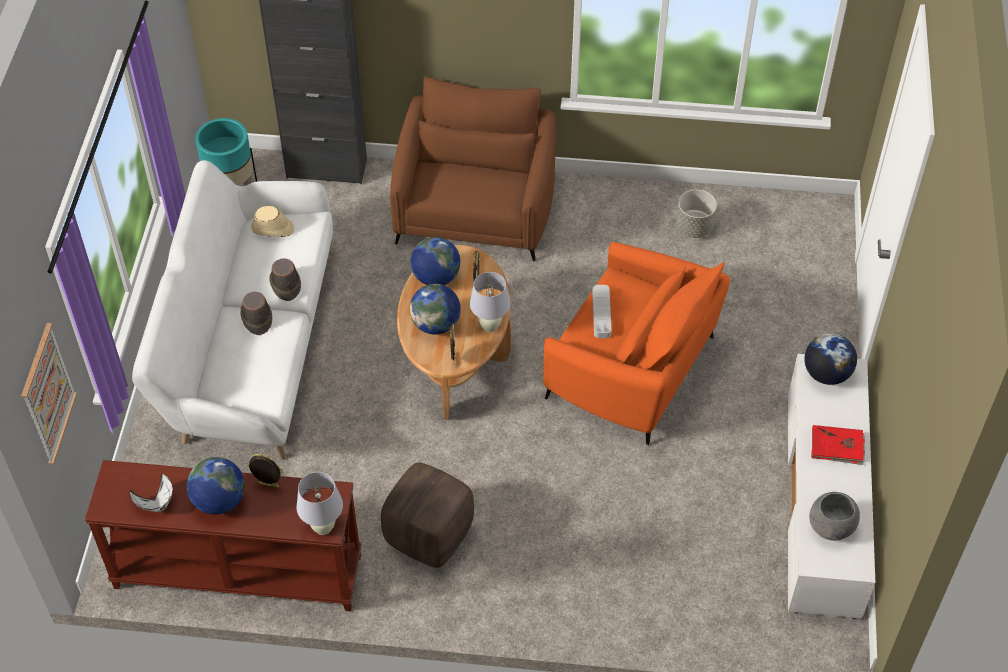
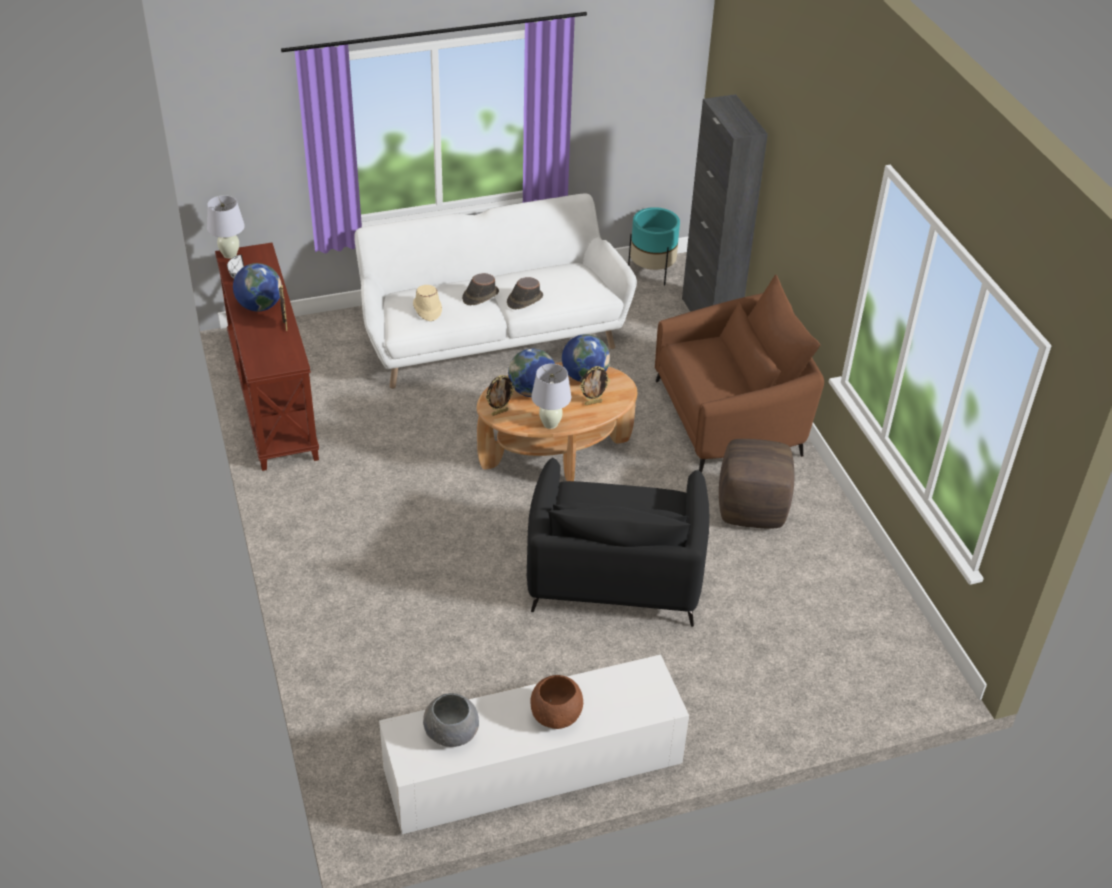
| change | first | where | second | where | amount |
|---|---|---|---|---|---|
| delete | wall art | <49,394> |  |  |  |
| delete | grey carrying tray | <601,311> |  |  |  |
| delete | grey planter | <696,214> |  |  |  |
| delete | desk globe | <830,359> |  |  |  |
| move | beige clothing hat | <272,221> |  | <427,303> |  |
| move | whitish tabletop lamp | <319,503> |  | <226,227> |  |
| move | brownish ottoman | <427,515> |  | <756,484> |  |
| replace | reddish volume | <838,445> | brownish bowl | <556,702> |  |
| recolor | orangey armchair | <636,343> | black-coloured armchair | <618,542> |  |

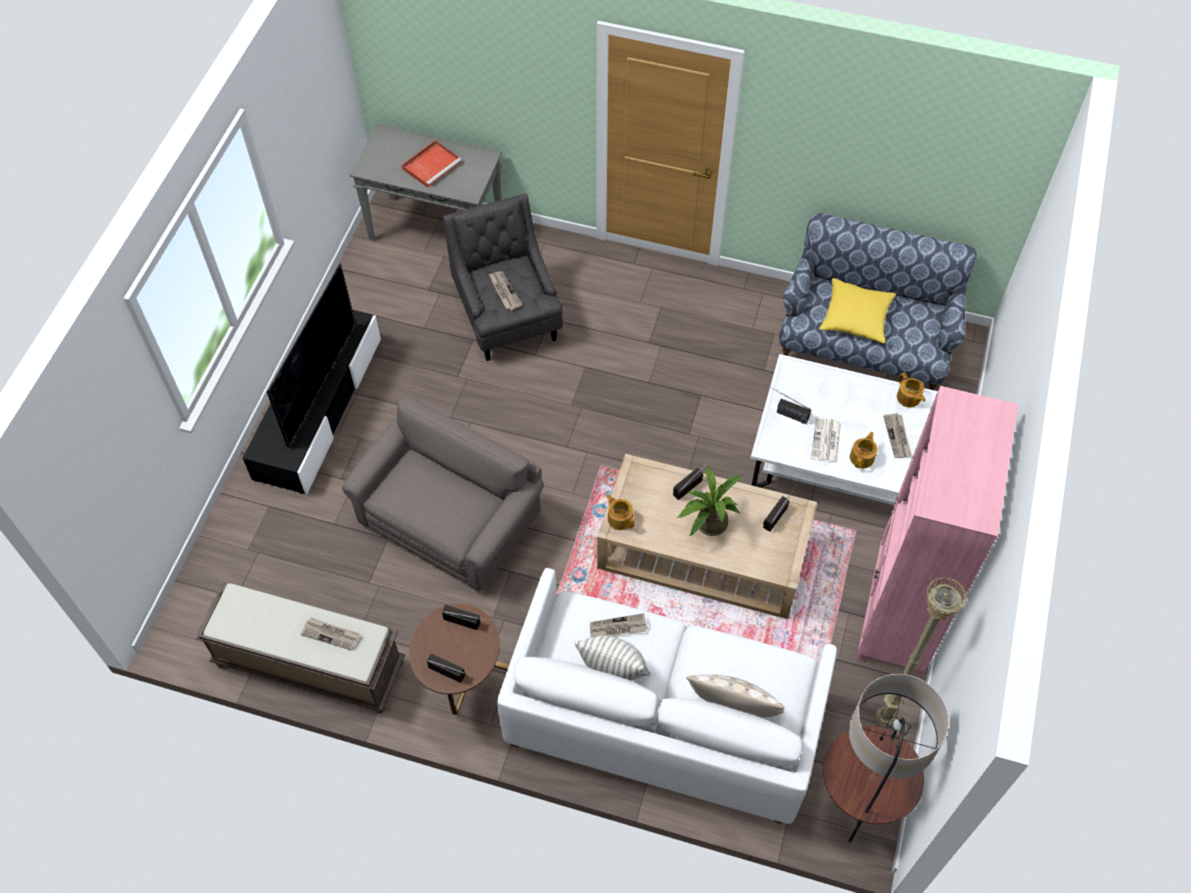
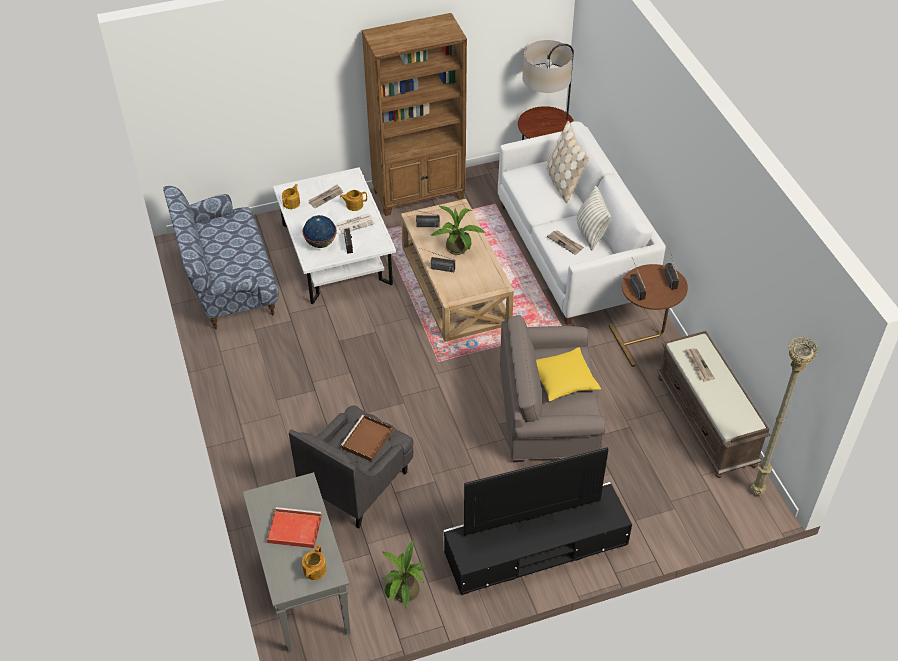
| change | first | where | second | where | amount |
|---|---|---|---|---|---|
| insert |  |  | desk globe | <320,231> |  |
| insert |  |  | plant in a pot | <404,574> |  |
| move | teapot | <620,512> |  | <314,562> |  |
| move | yellowish cushion | <857,310> |  | <568,374> |  |
| move | beige standard lamp | <921,652> |  | <784,416> |  |
| replace | newspaper | <505,290> | brownish carrying tray | <366,438> |  |
| recolor | pink-coloured shelving unit | <937,531> | brownish shelving unit | <414,114> |  |

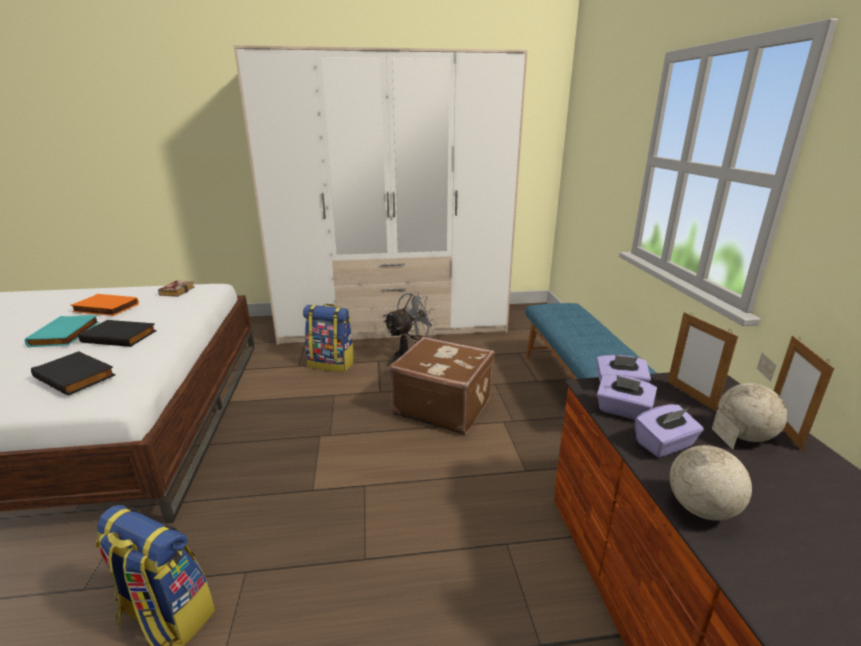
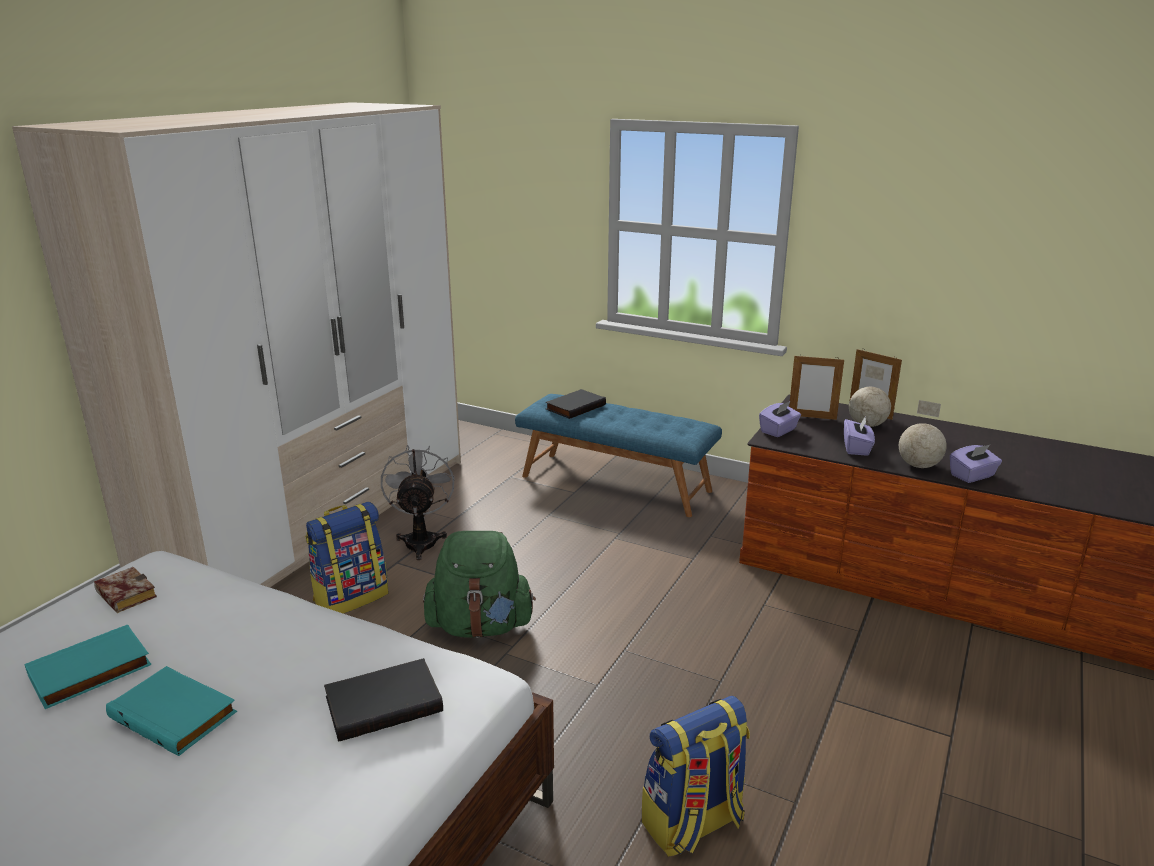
| change | first | where | second | where | amount |
|---|---|---|---|---|---|
| delete | brownish piece of luggage | <442,386> |  |  |  |
| insert |  |  | greenish knapsack | <479,584> |  |
| move | black-coloured volume | <117,333> |  | <576,404> |  |
| move | purple box of tissues | <627,397> |  | <976,464> |  |
| recolor | orangey volume | <104,305> | turquoise-coloured volume | <87,667> |  |

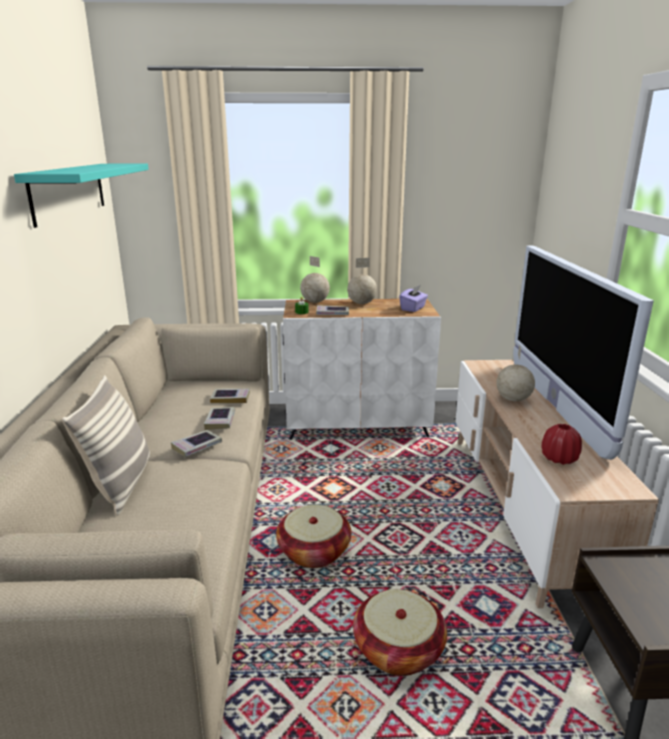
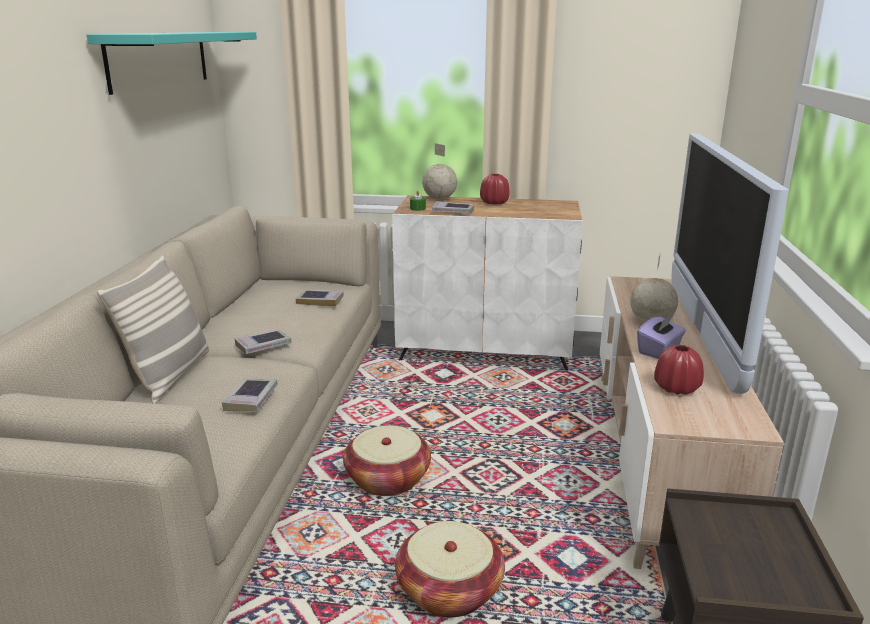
| change | first | where | second | where | amount |
|---|---|---|---|---|---|
| move | volume | <219,418> |  | <250,395> |  |
| move | purple box of tissues | <413,298> |  | <661,337> |  |
| replace | desk globe | <362,281> | reddish decorative vase | <495,189> |  |

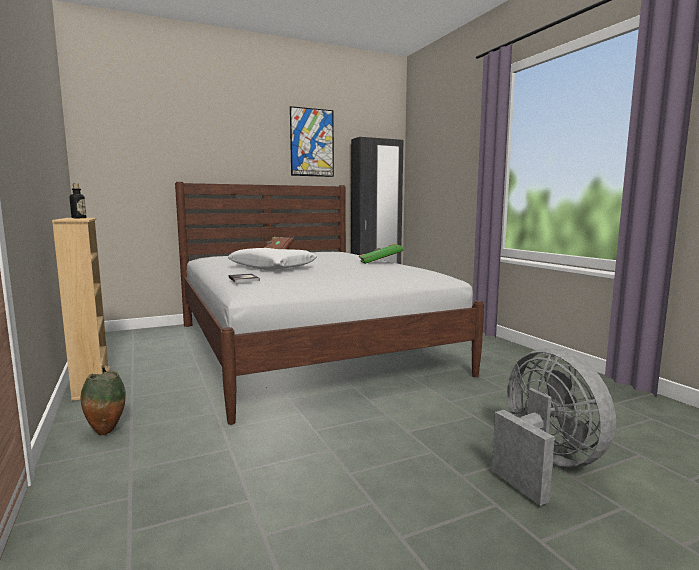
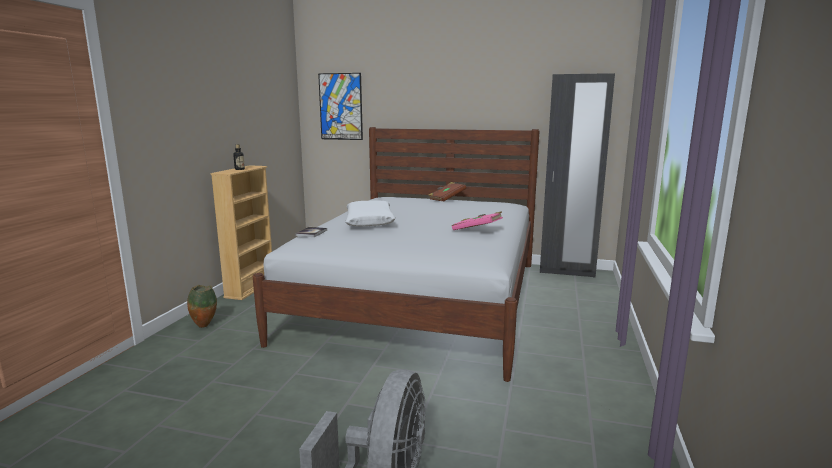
| change | first | where | second | where | amount |
|---|---|---|---|---|---|
| move | wall art | <312,141> |  | <340,106> |  |
| recolor | greenish volume | <381,253> | pink-coloured volume | <477,220> |  |

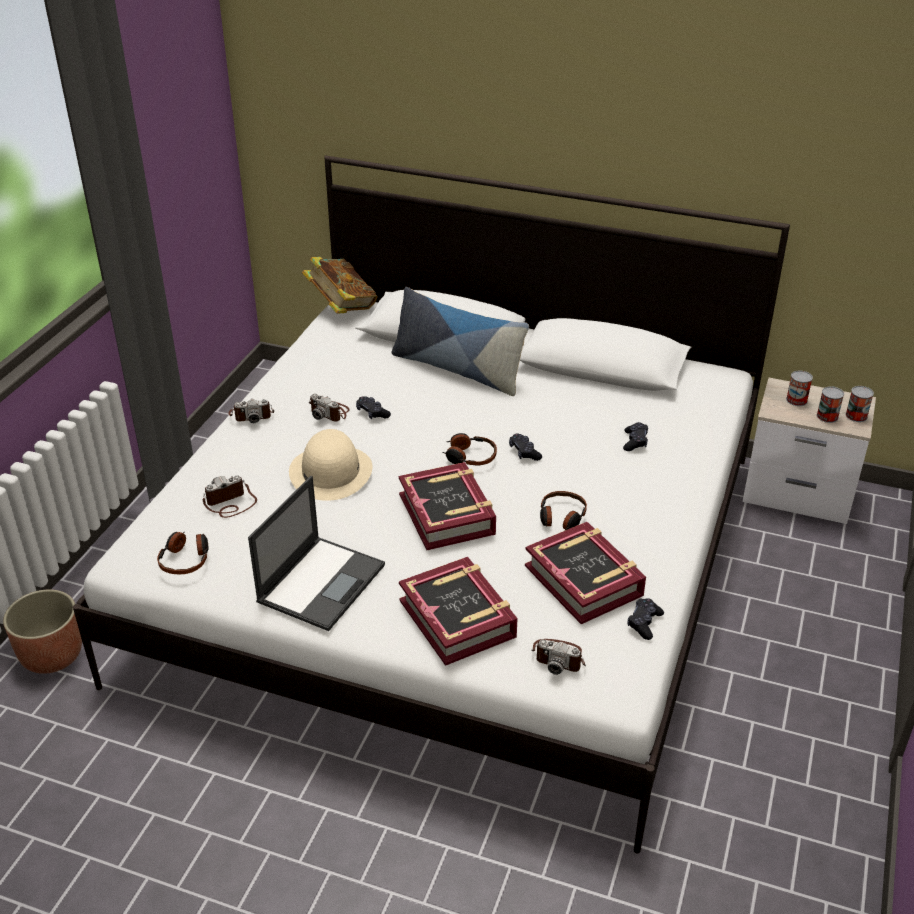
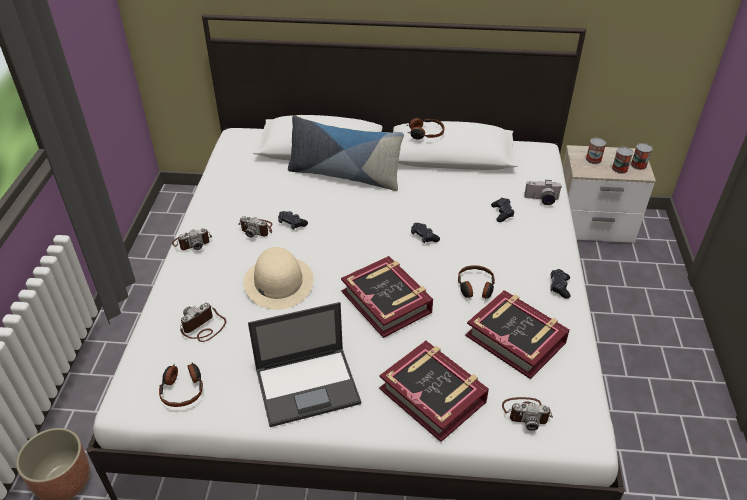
| change | first | where | second | where | amount |
|---|---|---|---|---|---|
| delete | volume | <340,285> |  |  |  |
| insert |  |  | photo camera | <543,192> |  |
| move | pair of headphones | <469,449> |  | <425,129> |  |
| move | black-coloured gamepad | <645,619> |  | <560,284> |  |
| rotate | notebook computer | <316,553> |  | <304,364> | 60 degrees clockwise |

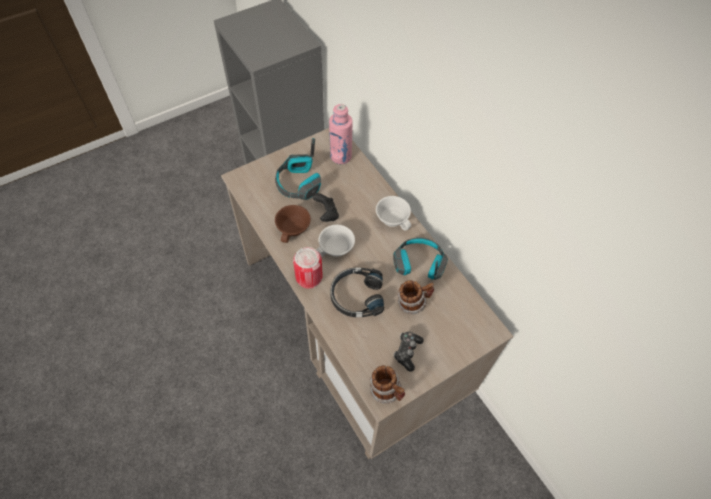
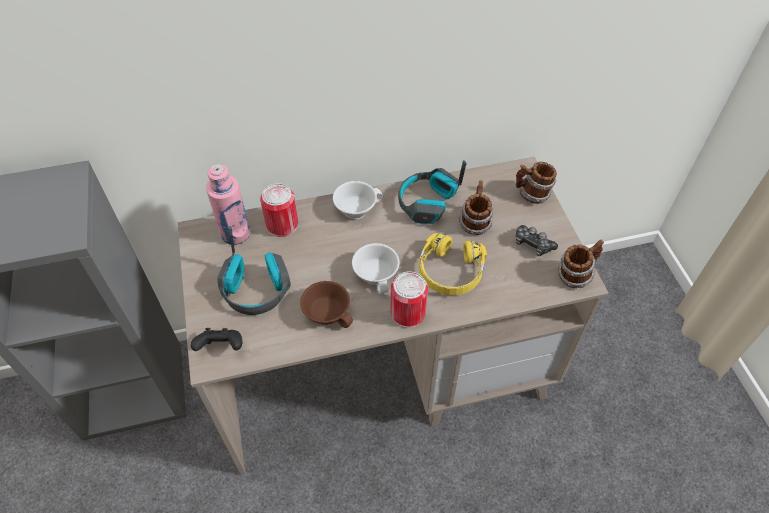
| change | first | where | second | where | amount |
|---|---|---|---|---|---|
| insert |  |  | sealed can | <279,210> |  |
| insert |  |  | tea mug | <536,183> |  |
| move | black-coloured gamepad | <325,207> |  | <216,339> |  |
| recolor | black-coloured pair of headphones | <357,292> | yellowish pair of headphones | <453,264> |  |

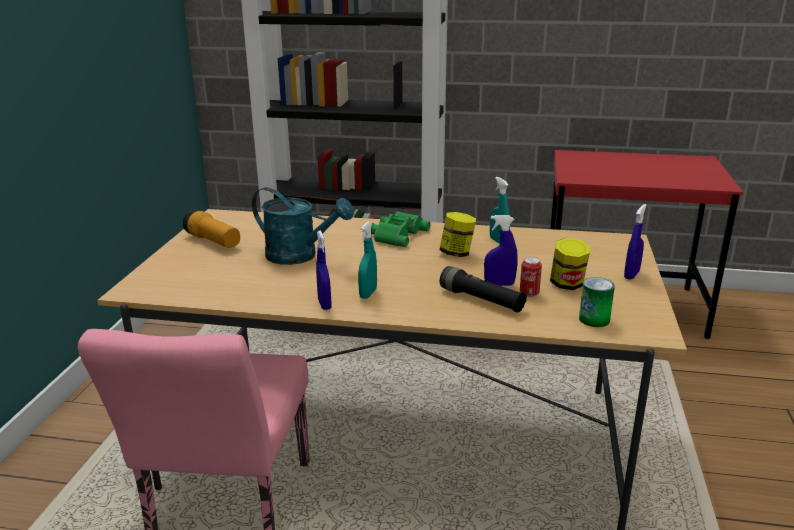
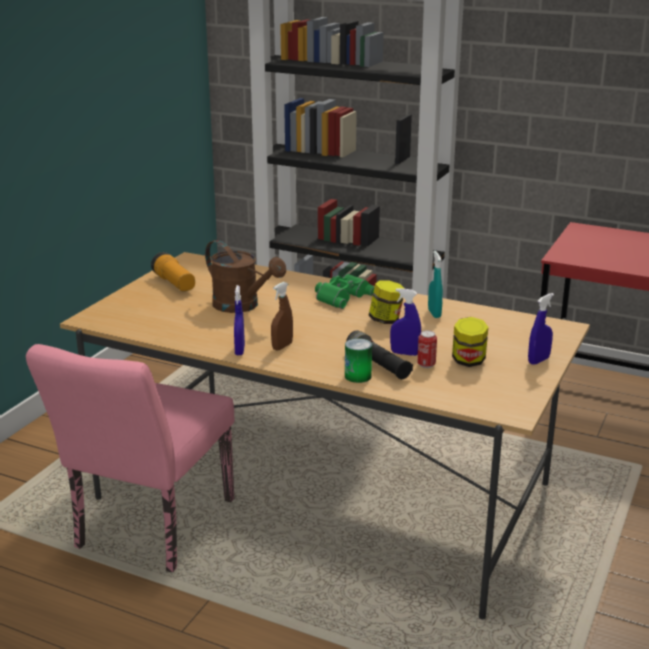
| change | first | where | second | where | amount |
|---|---|---|---|---|---|
| move | sealed can | <597,302> |  | <358,360> |  |
| recolor | turquoise-coloured sprinkling can | <303,226> | brownish sprinkling can | <245,276> |  |
| recolor | turquoise-coloured hand sprayer | <367,260> | brownish hand sprayer | <282,316> |  |

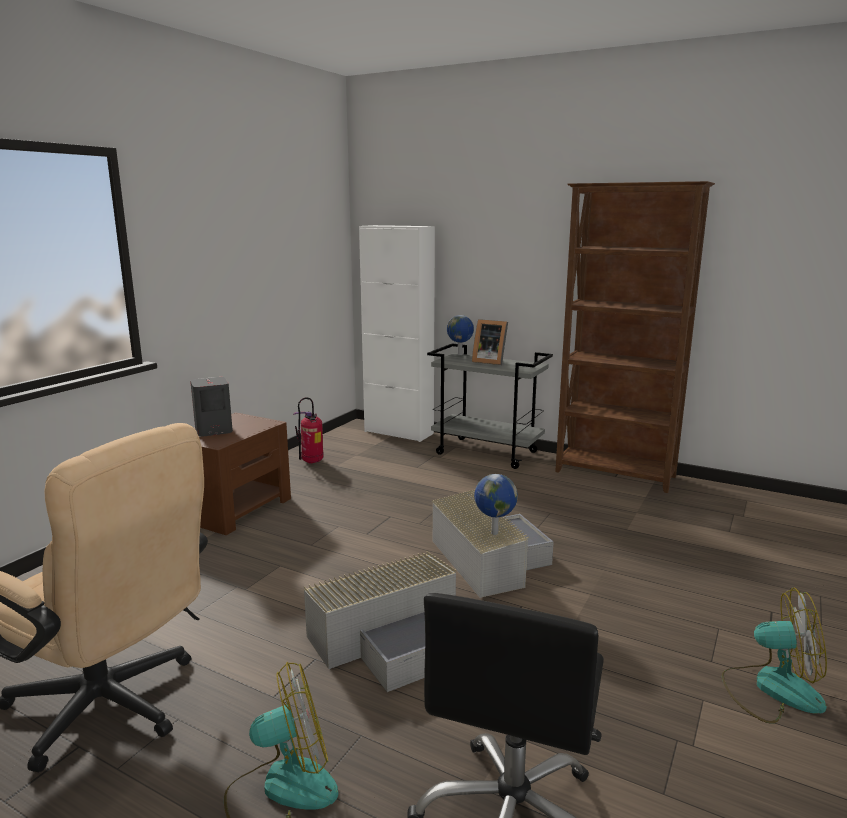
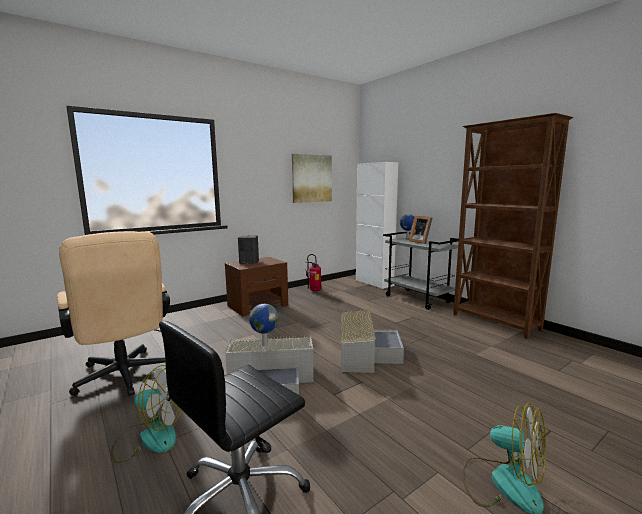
| change | first | where | second | where | amount |
|---|---|---|---|---|---|
| insert |  |  | wall art | <312,178> |  |
| move | desk globe | <496,504> |  | <264,325> |  |

